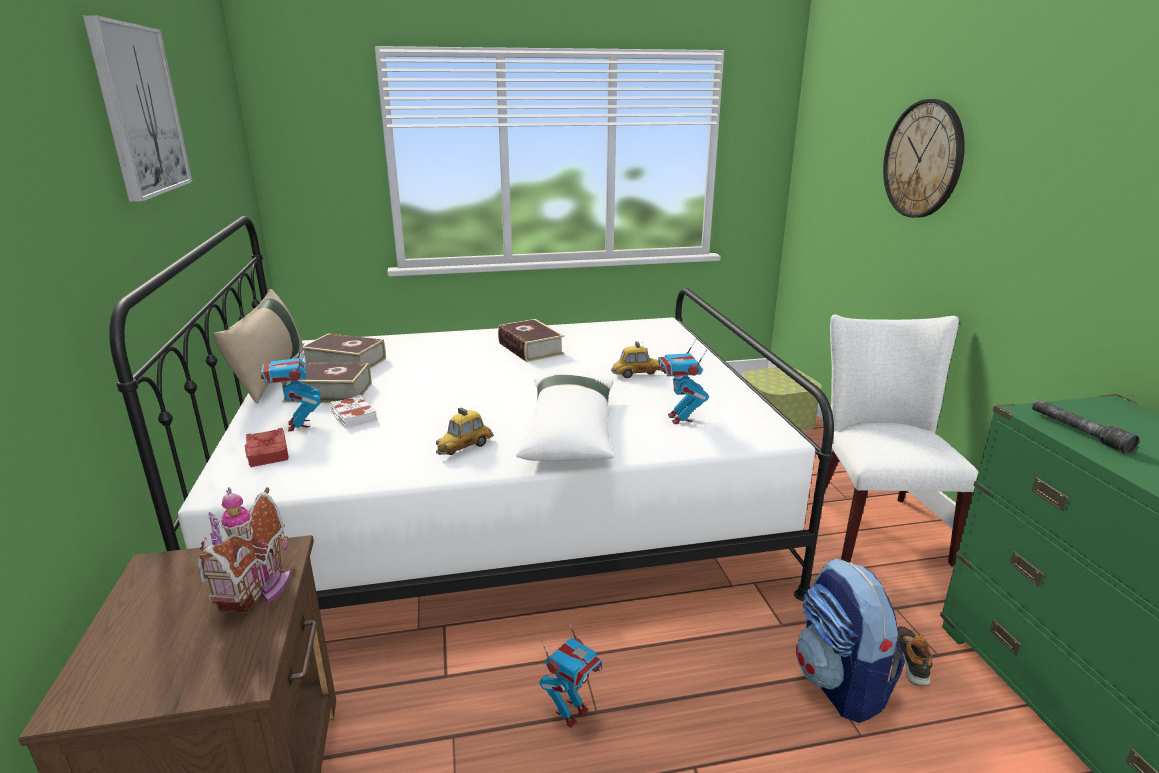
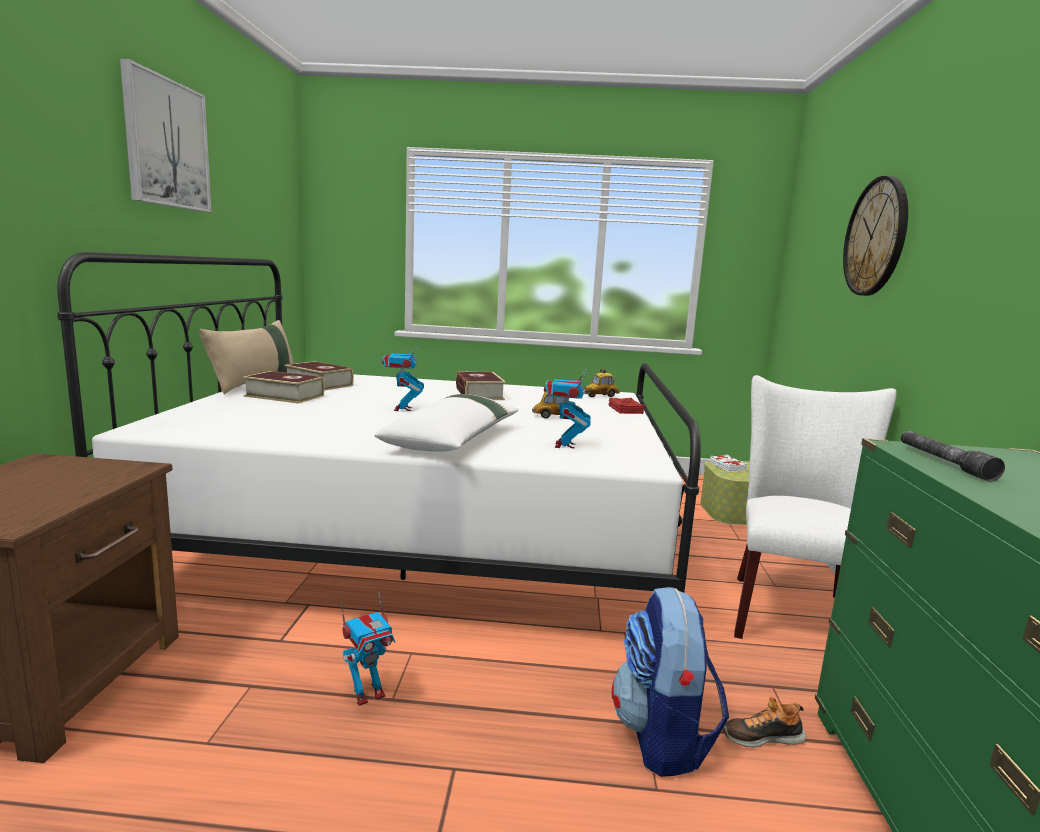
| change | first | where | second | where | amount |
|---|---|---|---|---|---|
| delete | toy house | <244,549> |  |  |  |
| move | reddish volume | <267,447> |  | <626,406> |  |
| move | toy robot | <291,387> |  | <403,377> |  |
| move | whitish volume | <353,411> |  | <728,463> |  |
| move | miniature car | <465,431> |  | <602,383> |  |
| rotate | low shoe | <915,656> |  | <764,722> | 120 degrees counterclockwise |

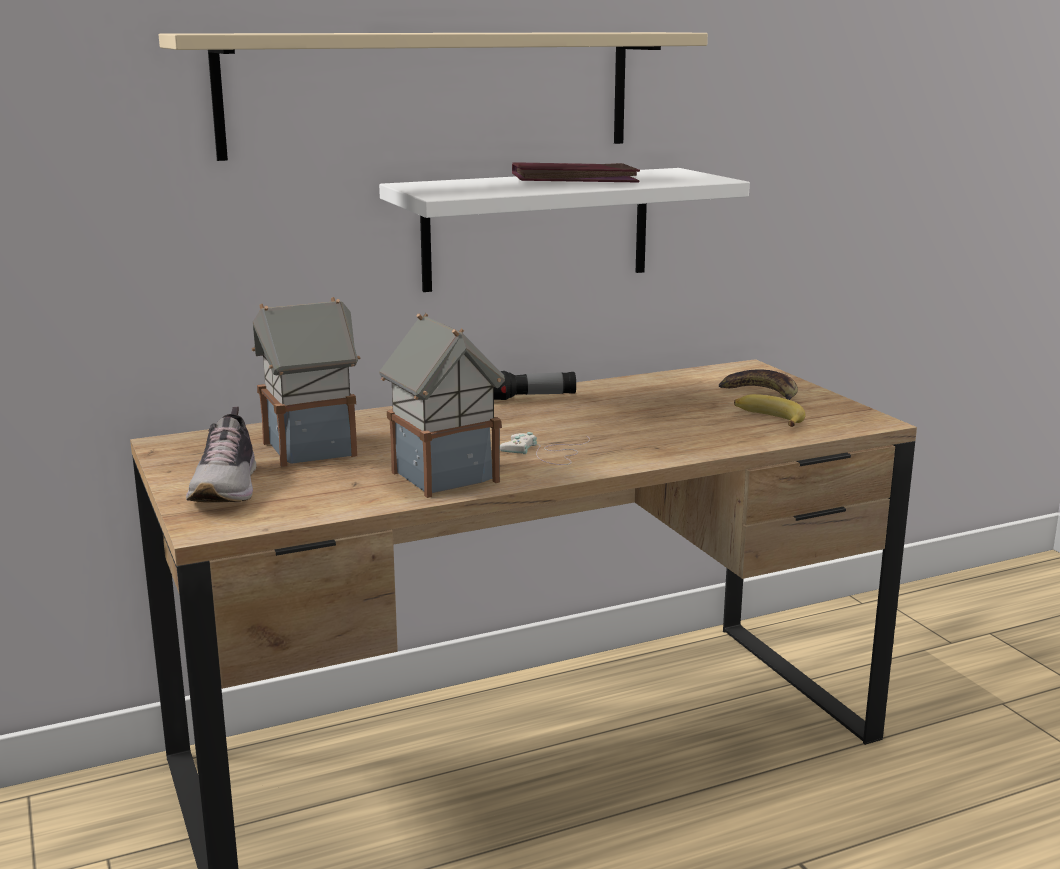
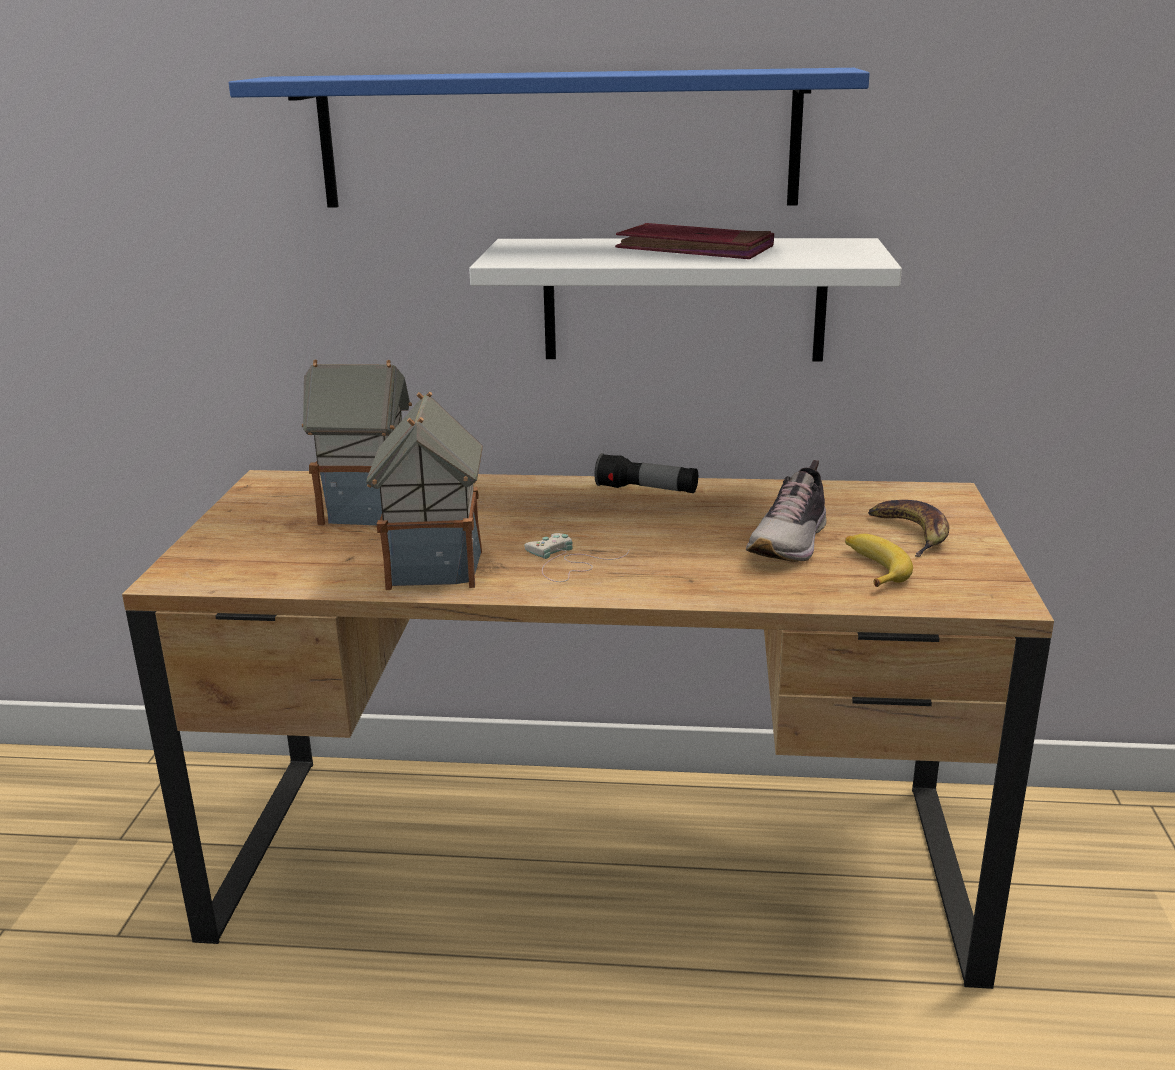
| change | first | where | second | where | amount |
|---|---|---|---|---|---|
| move | low shoe | <221,454> |  | <786,511> |  |
| recolor | beige shelf | <433,96> | blue-coloured shelf | <549,137> |  |

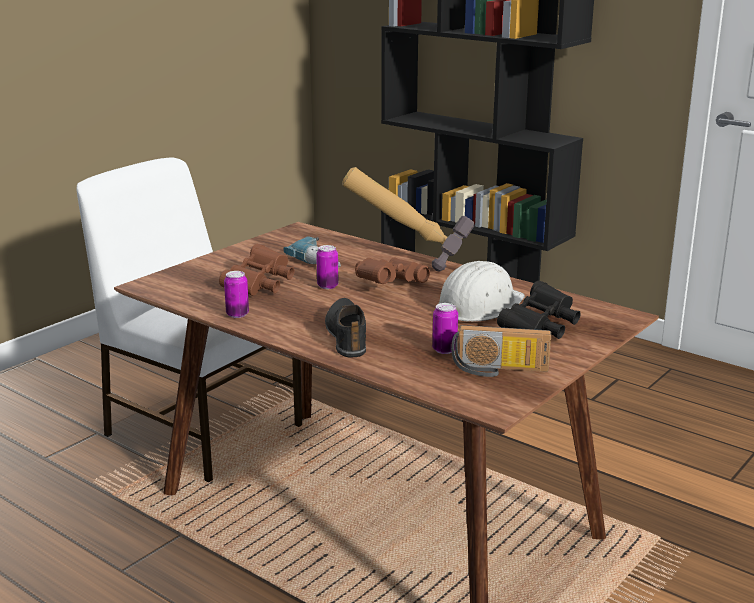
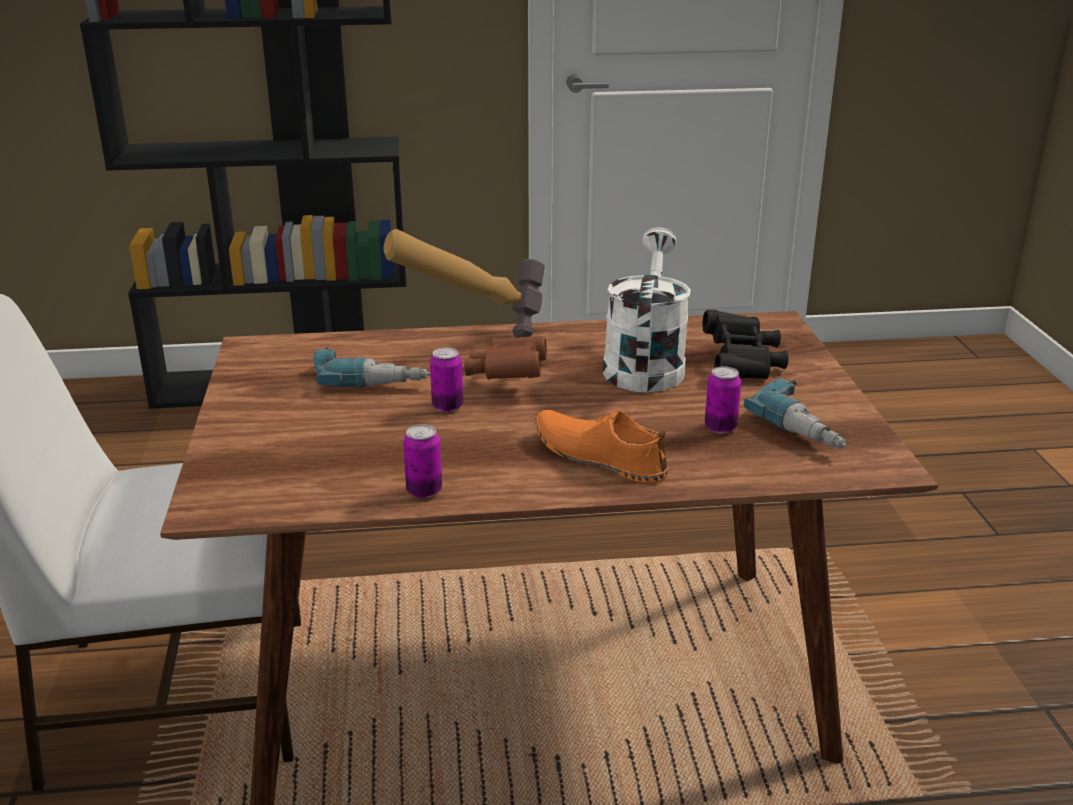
| change | first | where | second | where | amount |
|---|---|---|---|---|---|
| delete | brownish field glasses | <256,270> |  |  |  |
| replace | whitish work helmet | <481,291> | whitish sprinkling can | <647,309> |  |
| replace | radio receiver | <501,351> | electric drill | <795,413> |  |
| recolor | black-coloured low shoe | <345,328> | orangey low shoe | <601,446> |  |

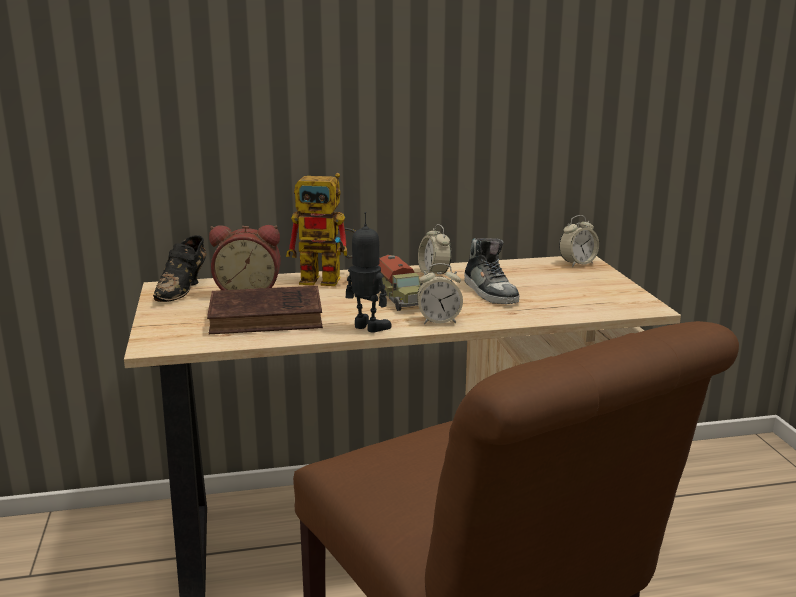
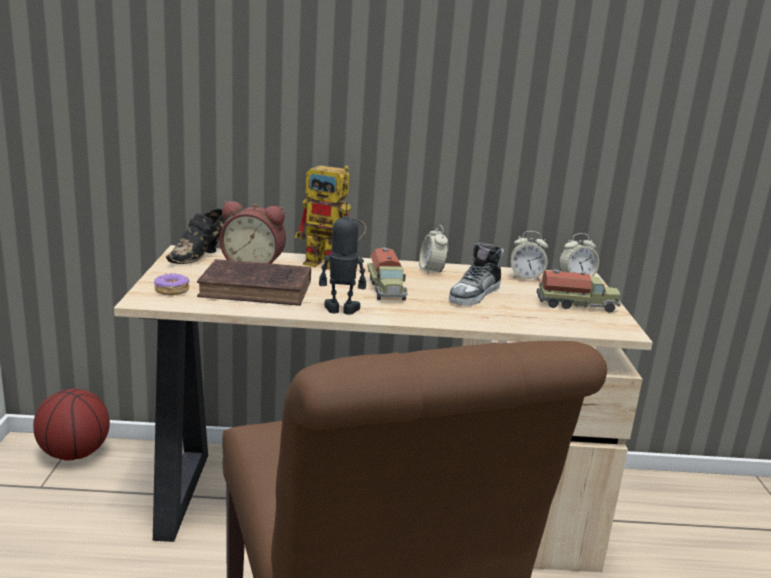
| change | first | where | second | where | amount |
|---|---|---|---|---|---|
| insert |  |  | ball for basketball | <71,424> |  |
| insert |  |  | doughnut | <171,284> |  |
| insert |  |  | model truck | <579,291> |  |
| move | alarm clock | <440,293> |  | <529,256> |  |
| rotate | toy robot | <369,272> |  | <342,258> | 45 degrees counterclockwise |
| rotate | low shoe | <491,271> |  | <476,274> | 45 degrees clockwise |

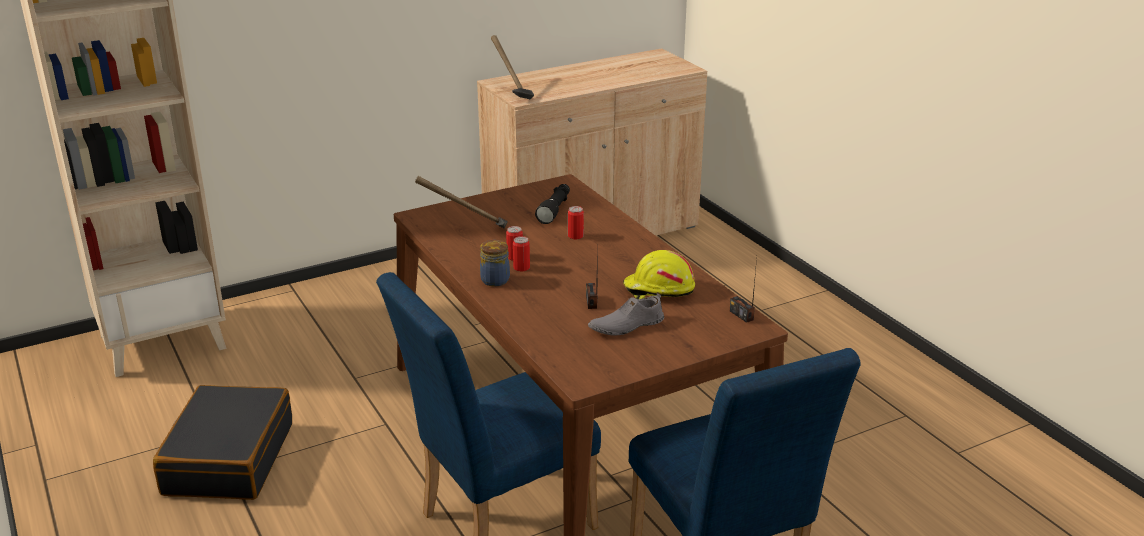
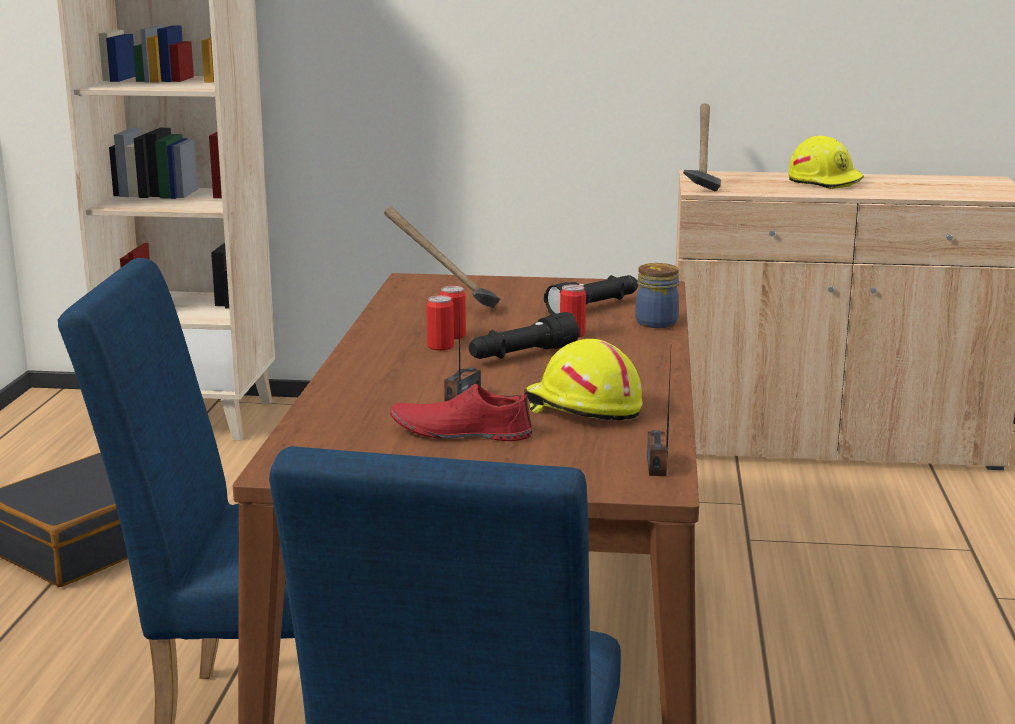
| change | first | where | second | where | amount |
|---|---|---|---|---|---|
| insert |  |  | black-coloured hand torch | <524,335> |  |
| insert |  |  | yellowish work helmet | <826,162> |  |
| move | storage jar | <495,263> |  | <657,295> |  |
| recolor | grey low shoe | <626,314> | reddish low shoe | <461,412> |  |

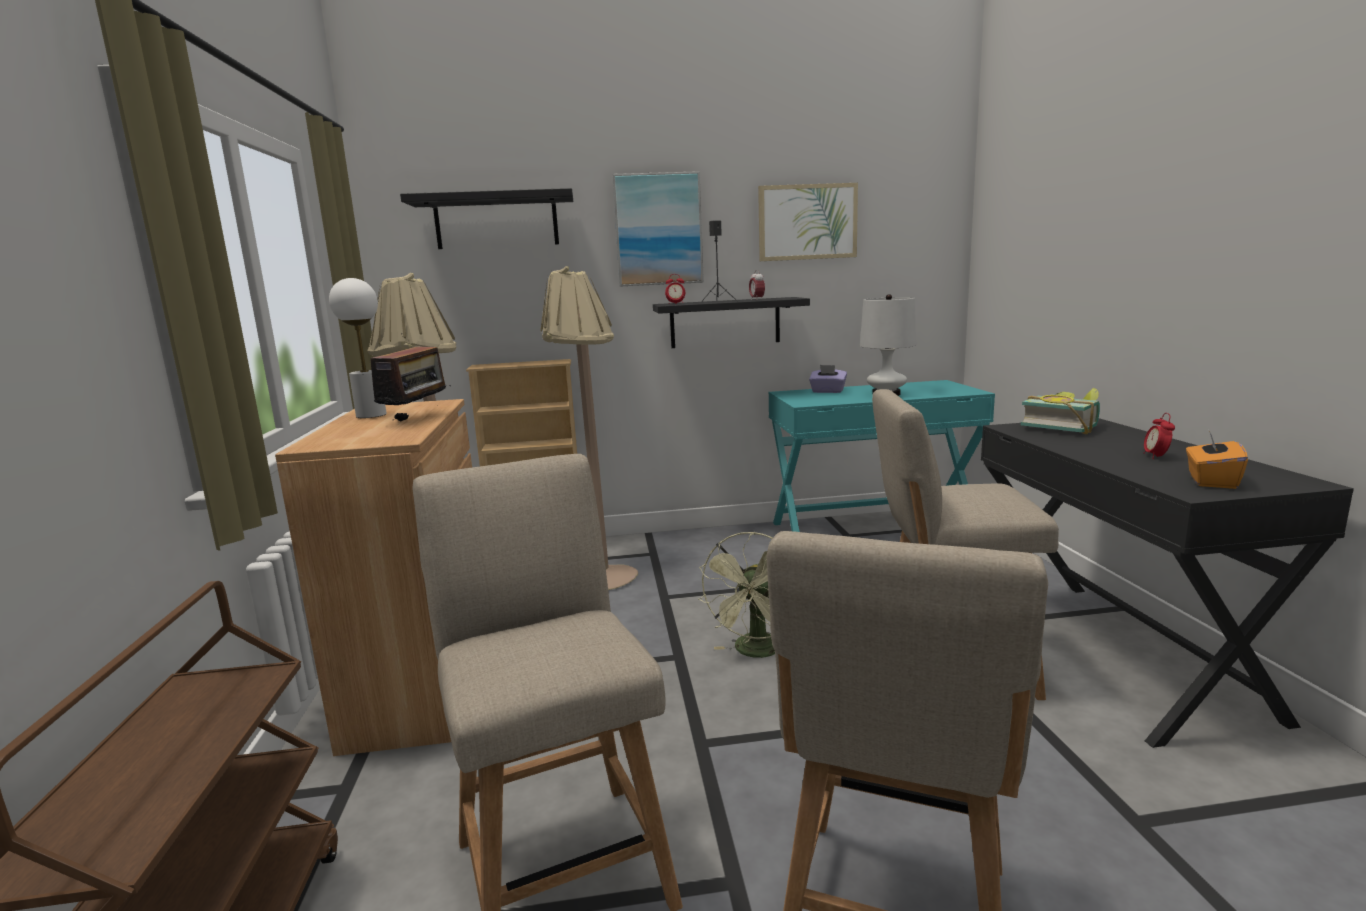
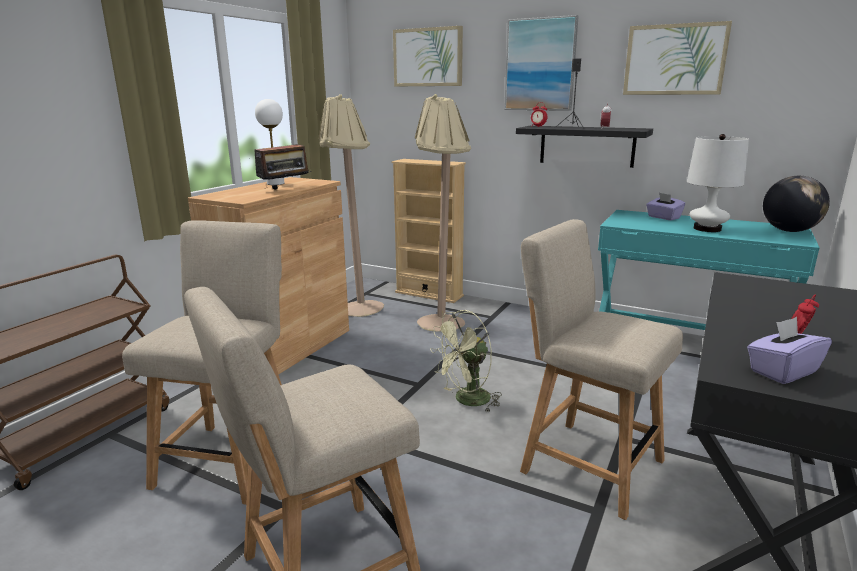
| change | first | where | second | where | amount |
|---|---|---|---|---|---|
| delete | volume | <1060,411> |  |  |  |
| insert |  |  | desk globe | <796,204> |  |
| replace | black-coloured shelf | <486,218> | wall art | <428,56> |  |
| recolor | orangey box of tissues | <1217,460> | purple box of tissues | <789,350> |  |

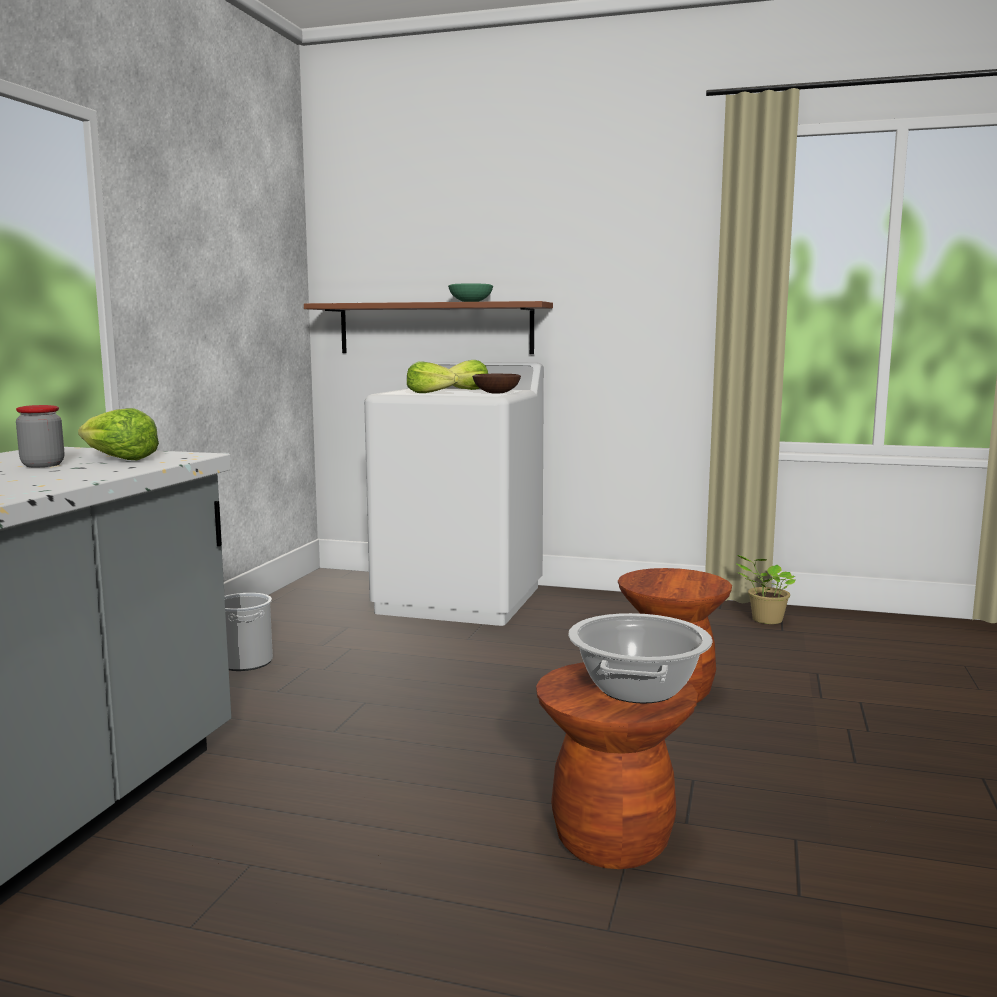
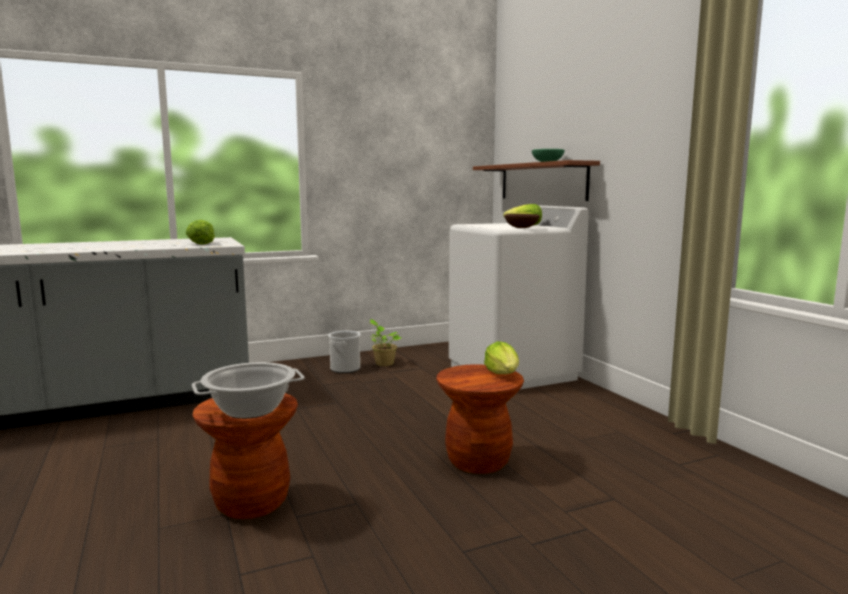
| change | first | where | second | where | amount |
|---|---|---|---|---|---|
| delete | storage jar | <40,436> |  |  |  |
| move | head of lettuce | <433,377> |  | <501,357> |  |
| move | plant in a pot | <765,589> |  | <386,342> |  |

